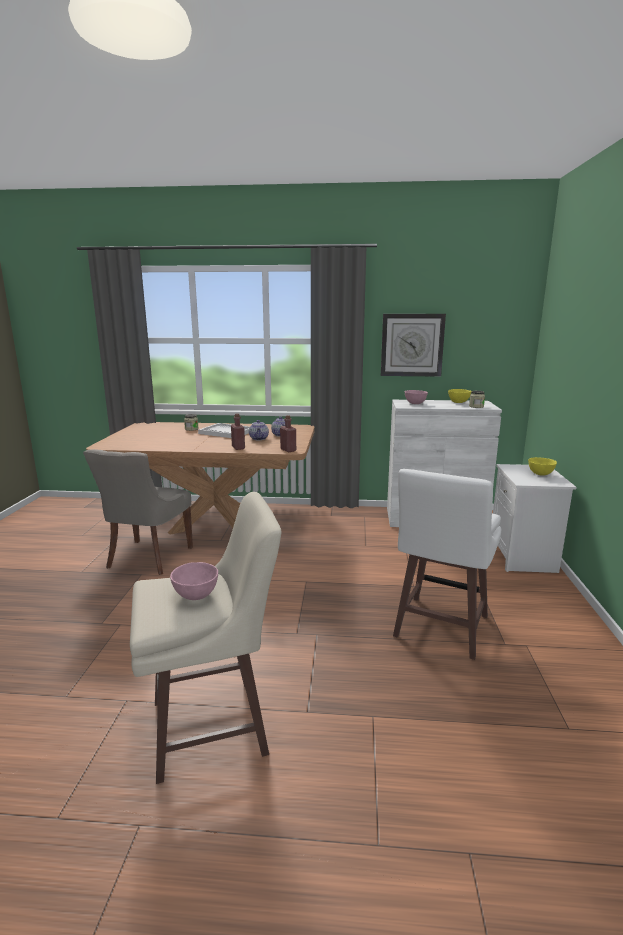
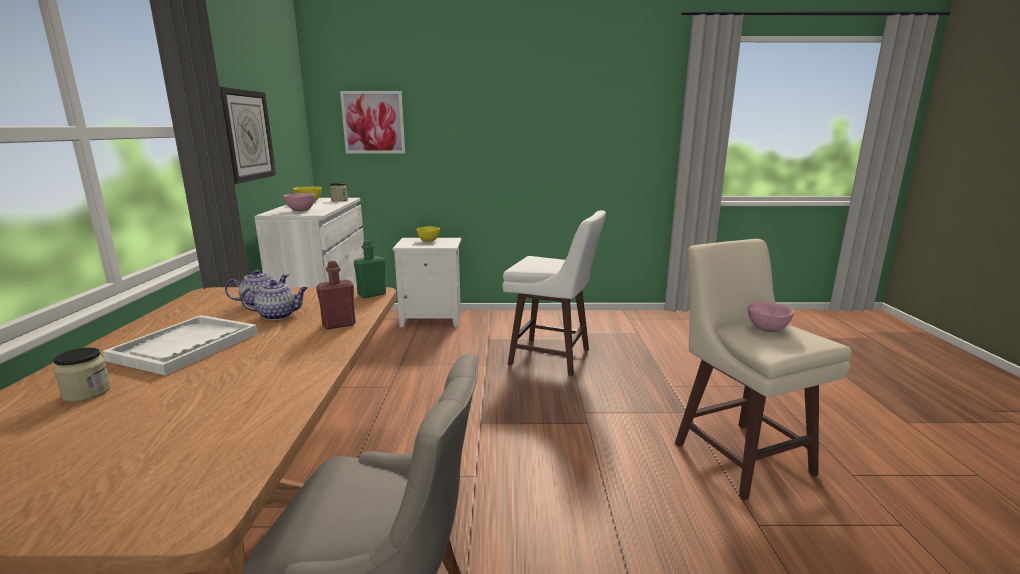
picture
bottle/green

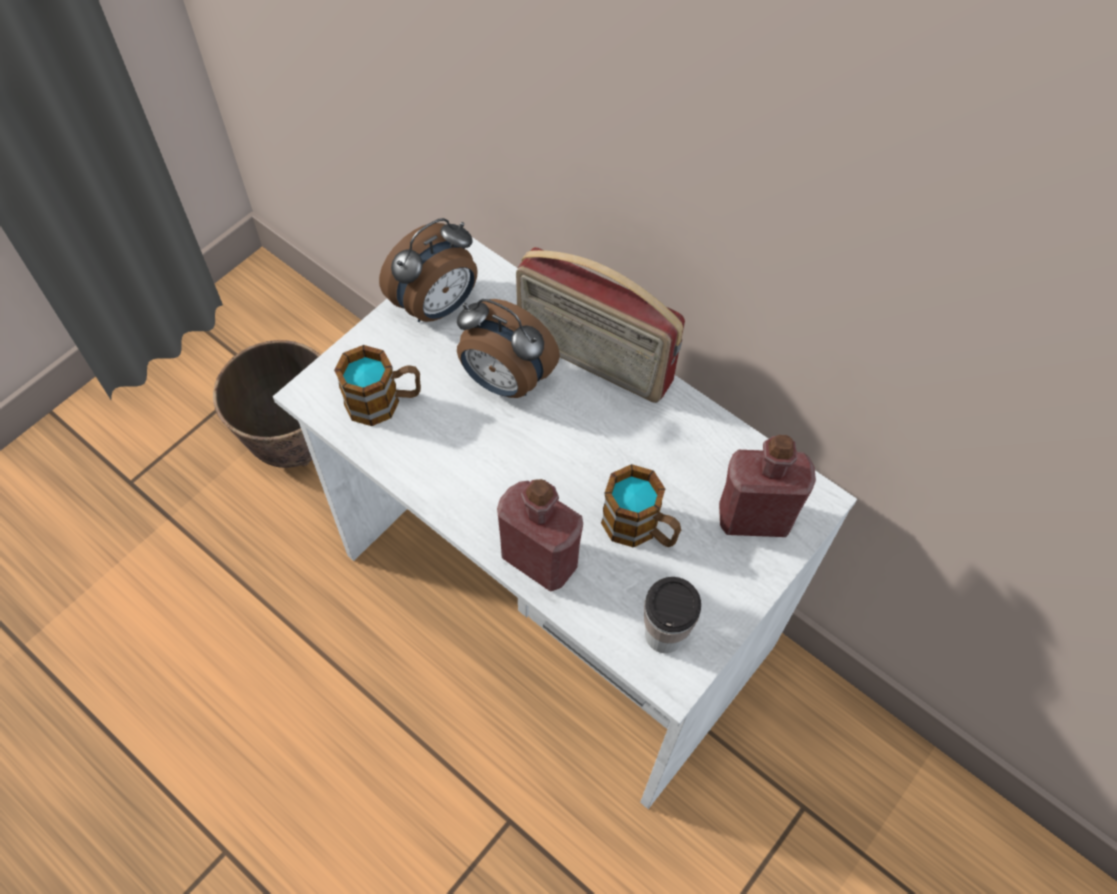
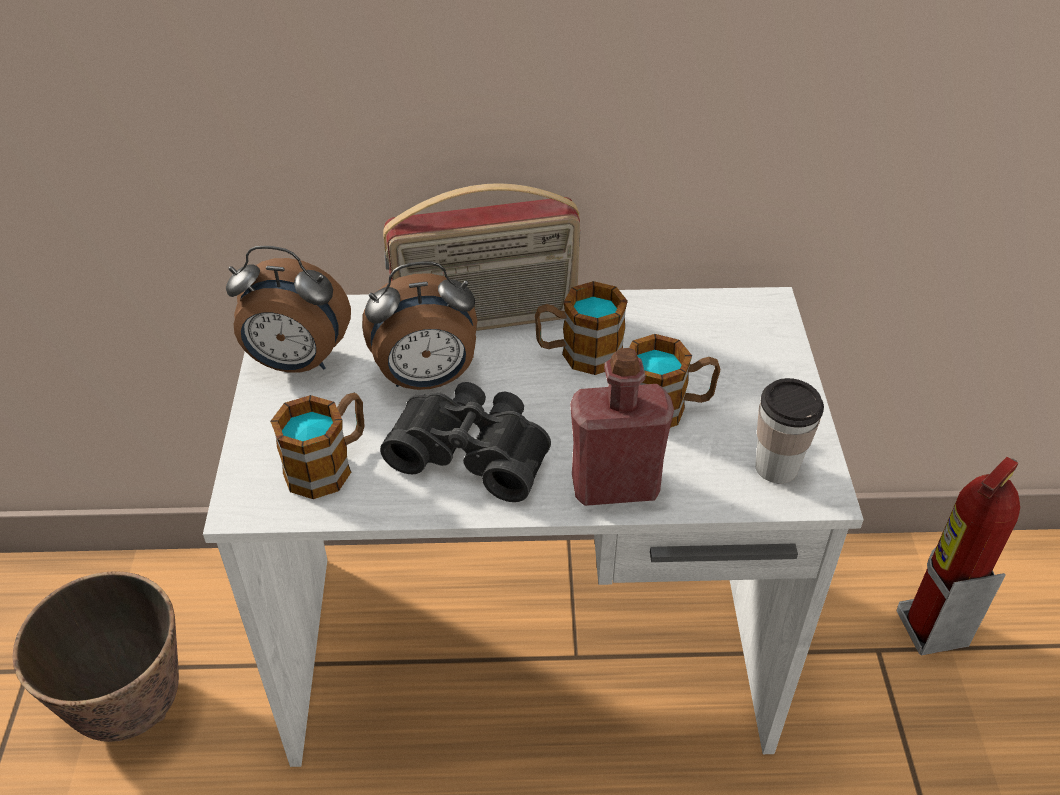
bottle/red (no. 2 from left in the first image)
binoculars/black
mug (no. 2 from left)
fire extinguisher
alarm clock (no. 1 from left)

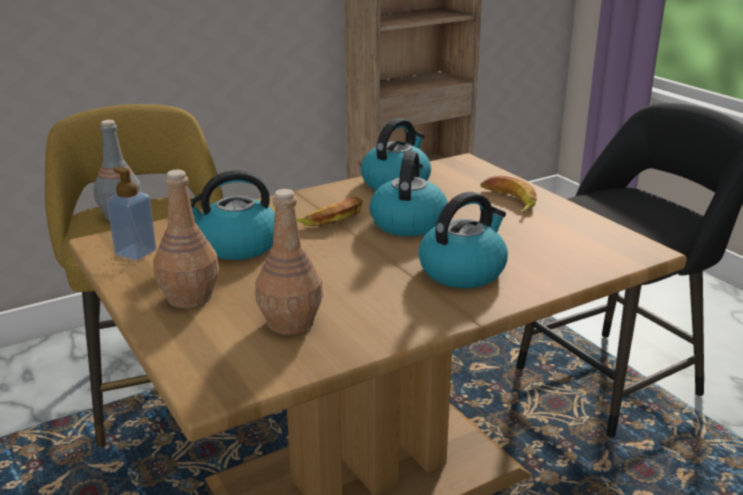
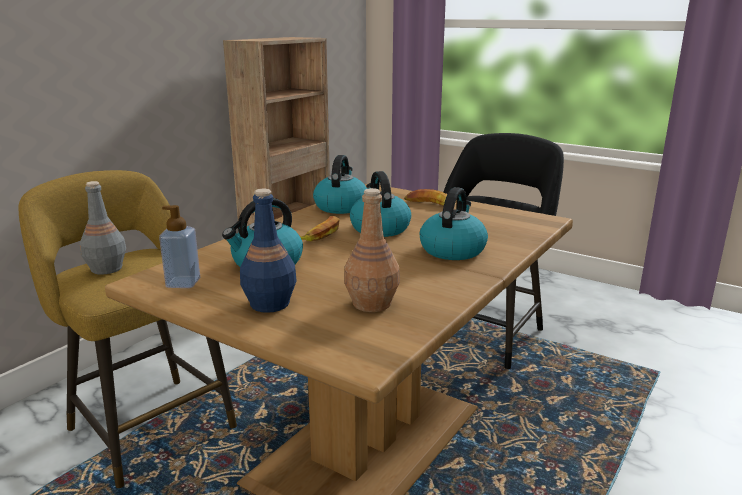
bottle/blue

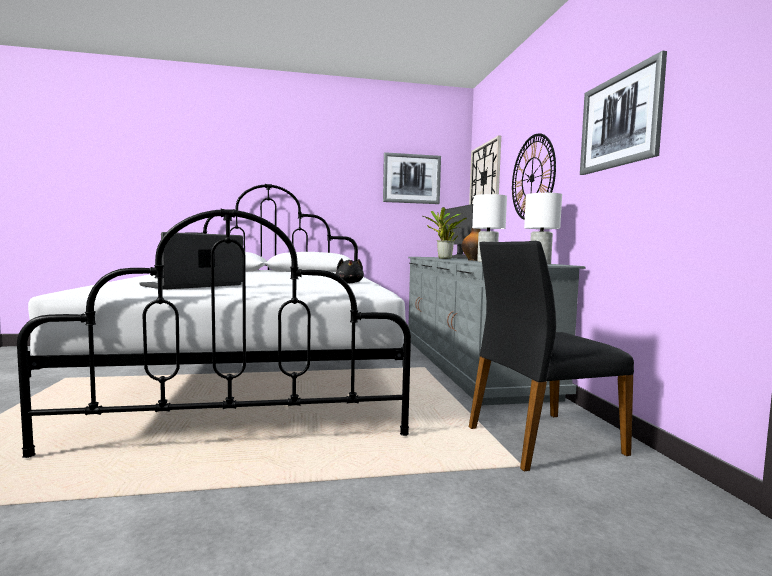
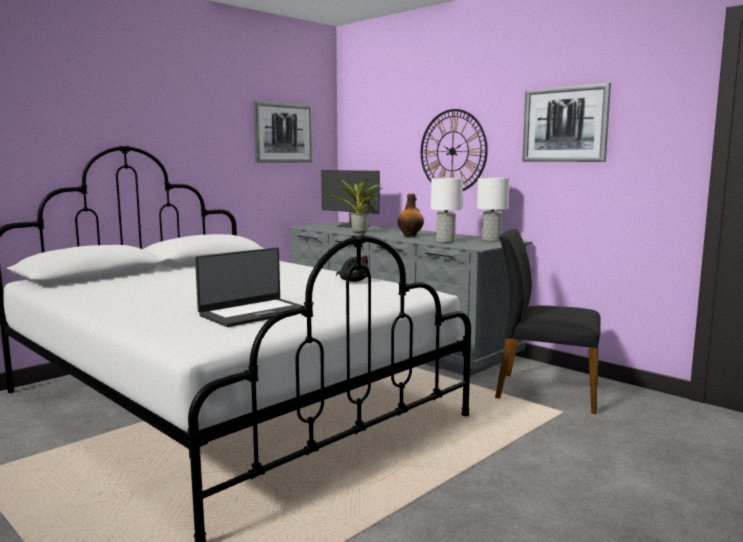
wall clock (no. 1 from left in the first image)
laptop
chair/black

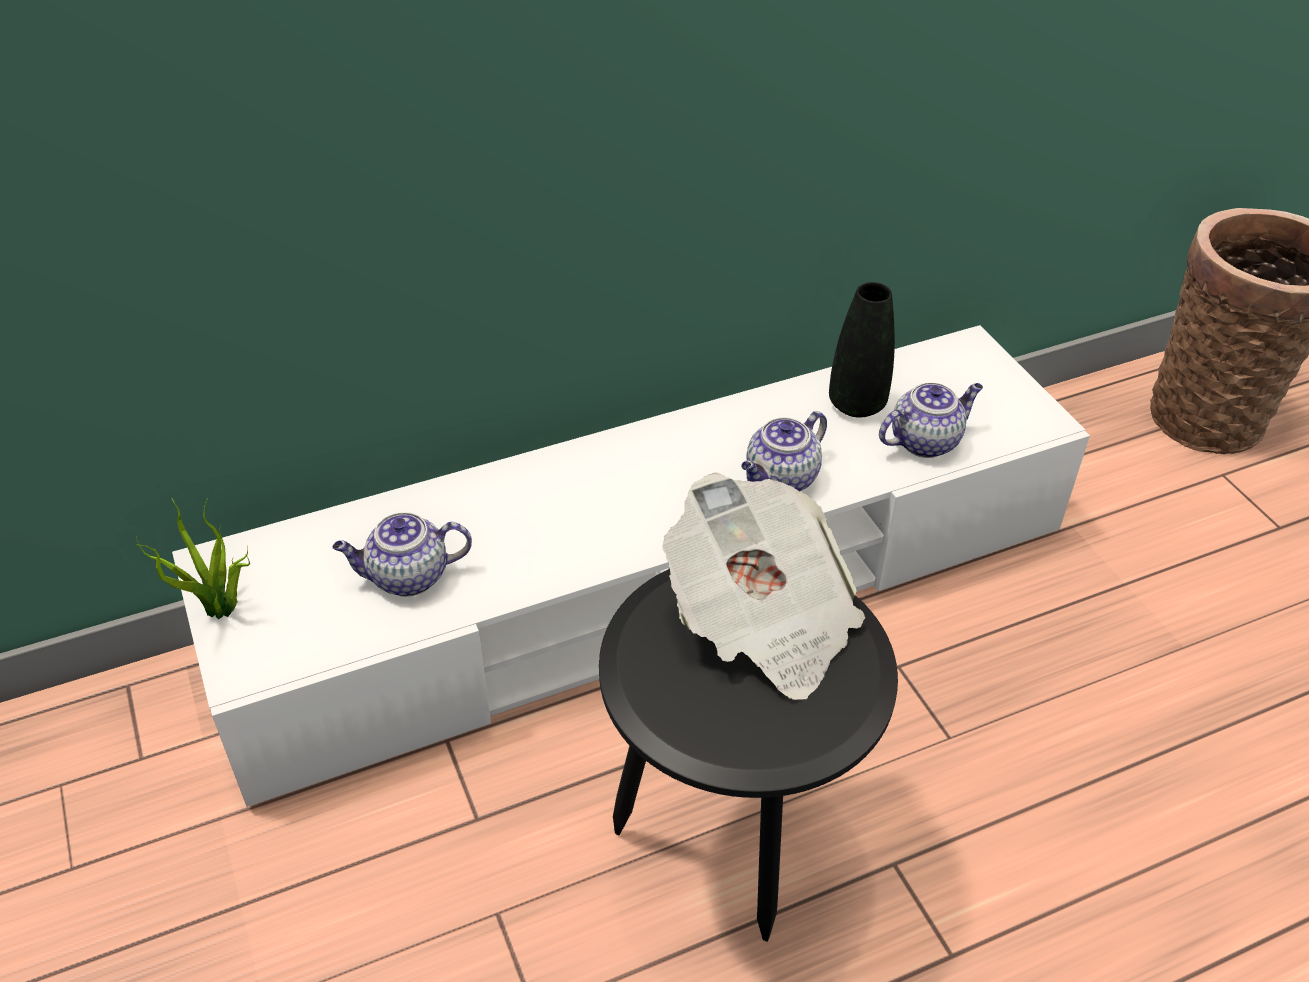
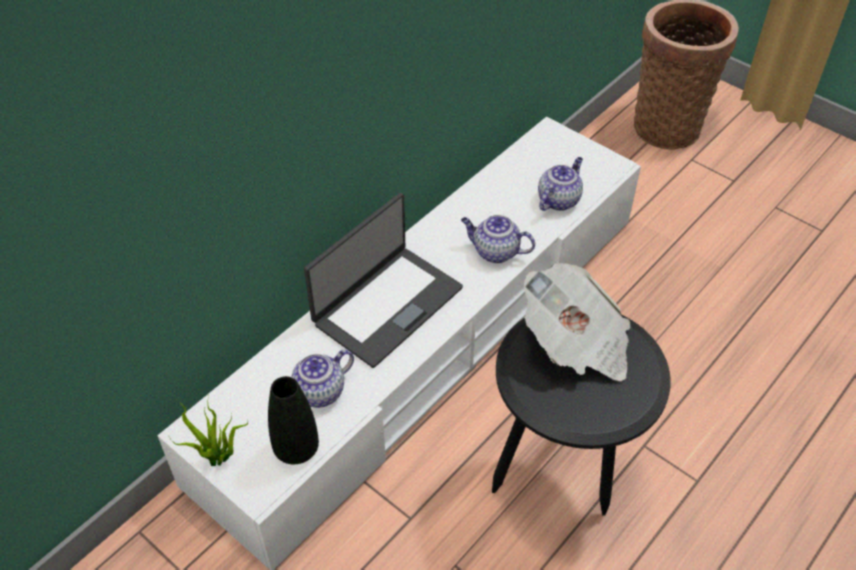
laptop
vase/black
teapot (no. 2 from left)

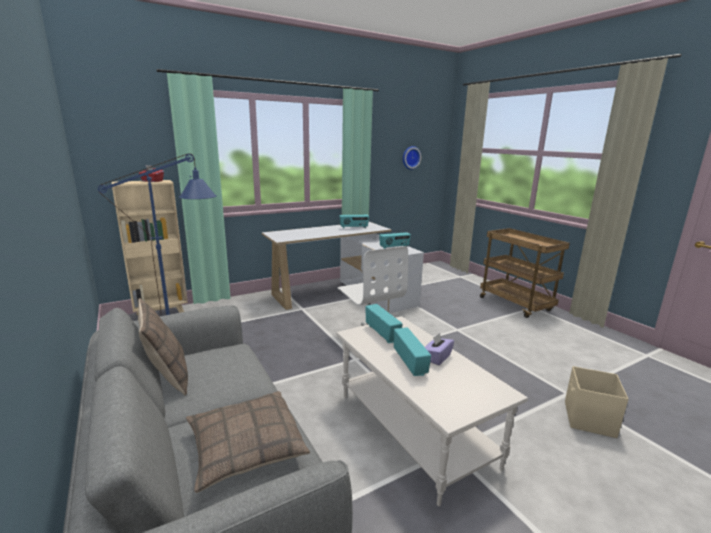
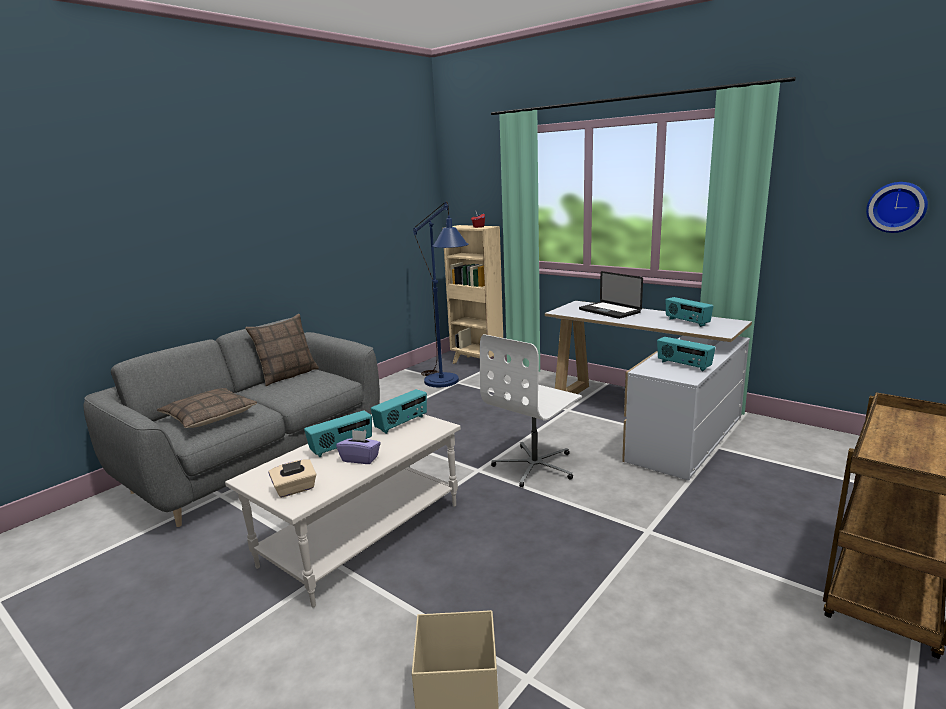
tissue box/beige
laptop

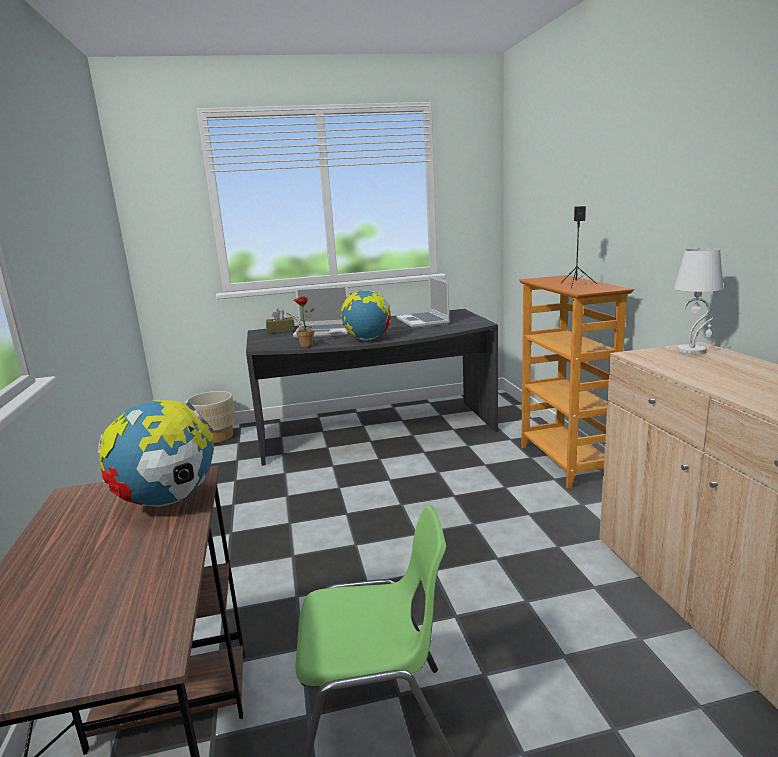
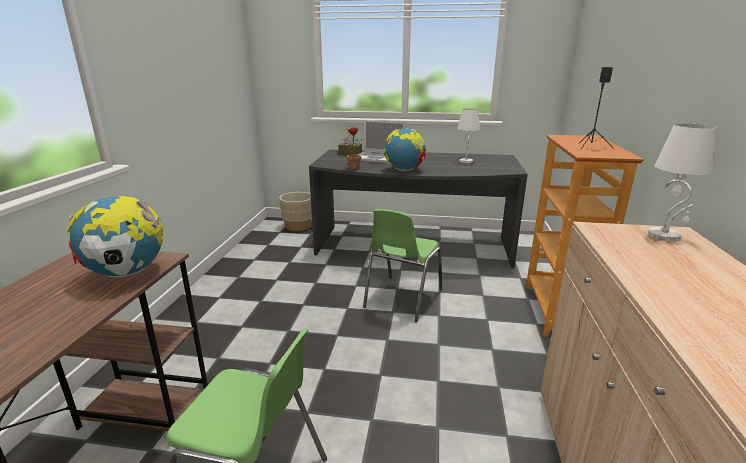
chair/green (no. 2 from left)
table lamp/white (no. 1 from left)

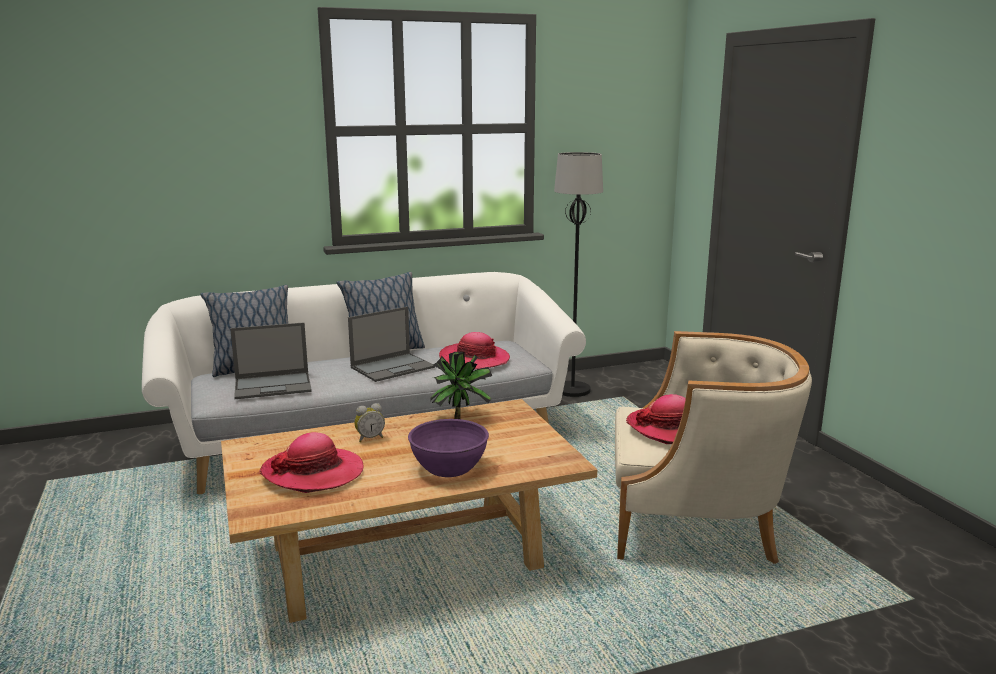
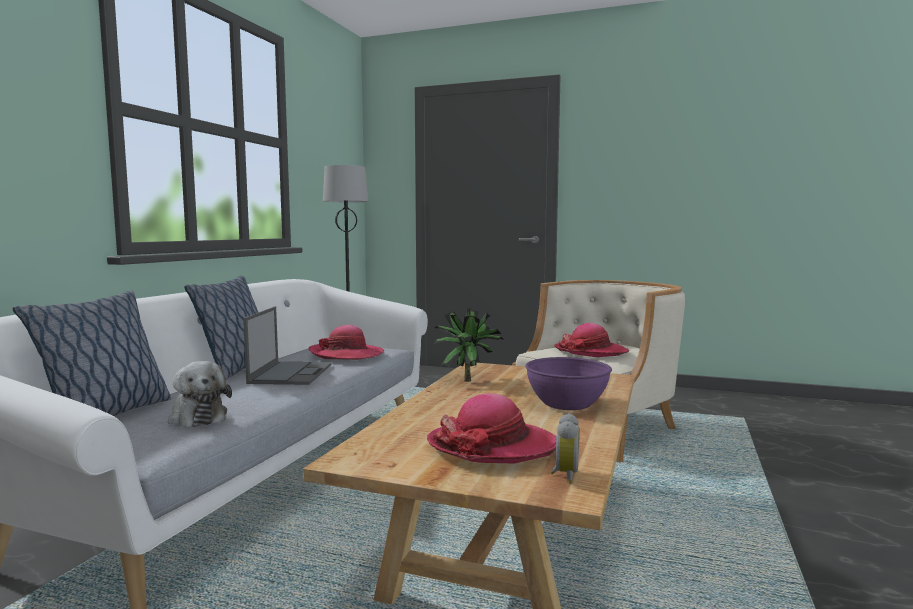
alarm clock
plush toy

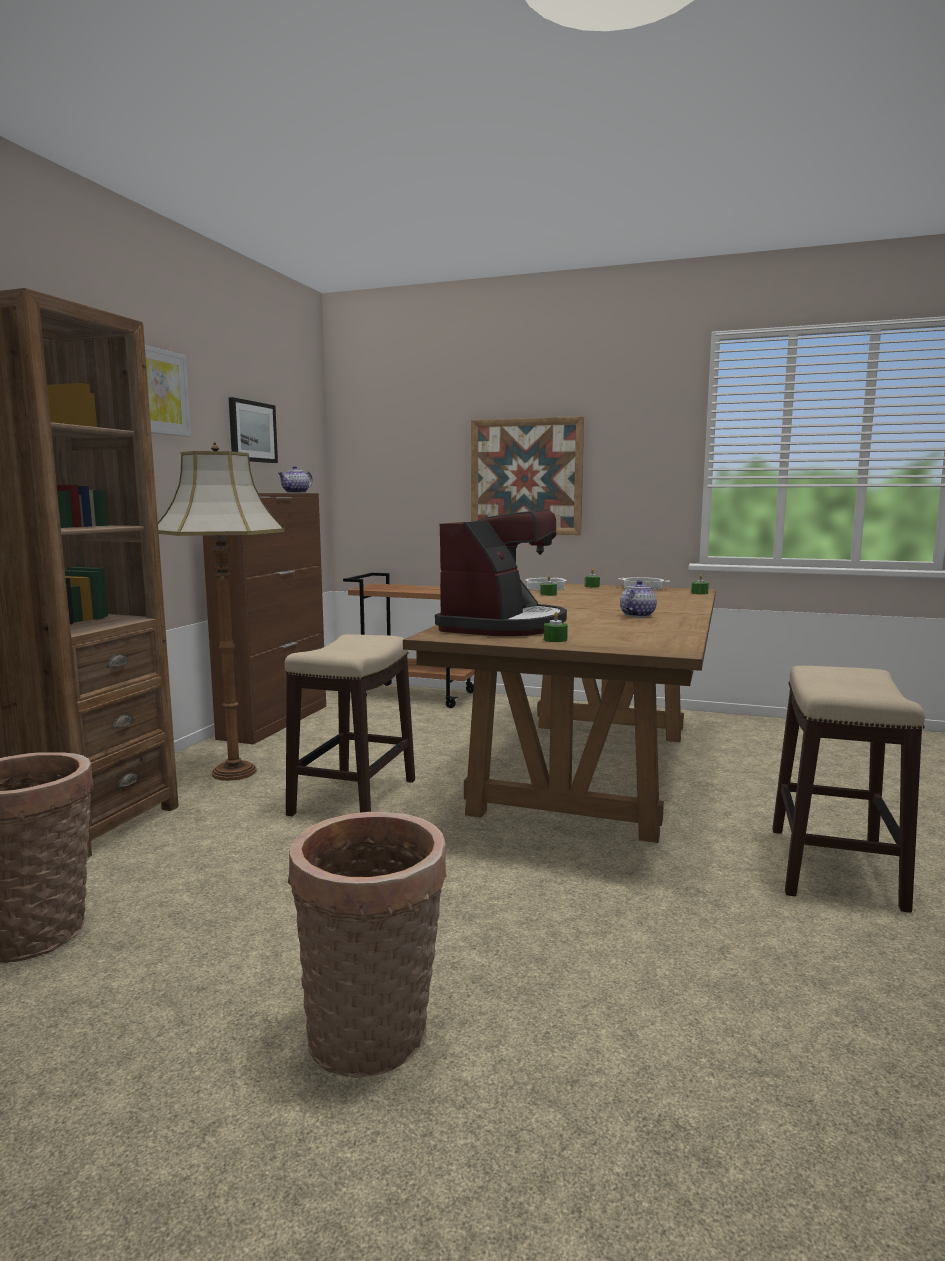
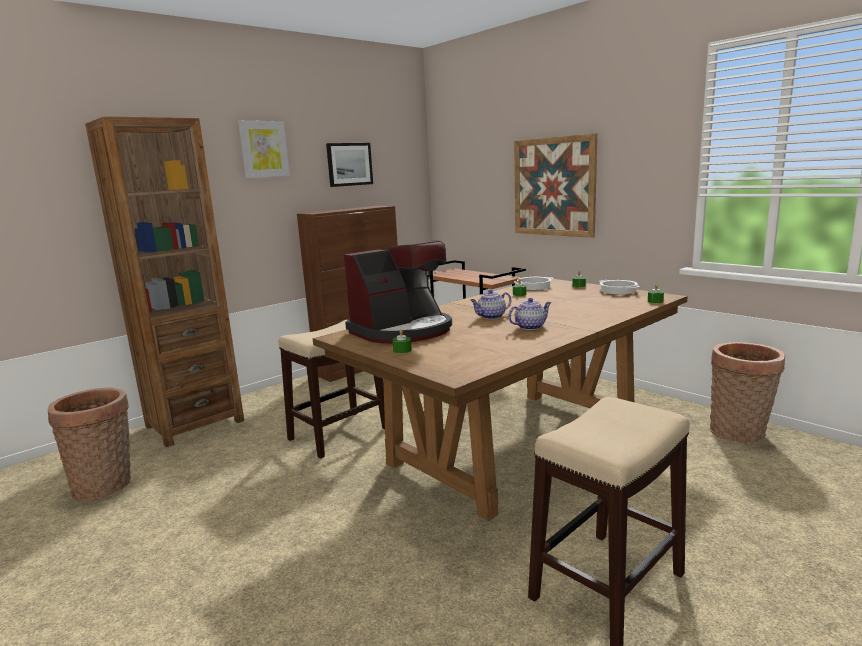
floor lamp
teapot (no. 1 from left)
basket (no. 2 from left)

